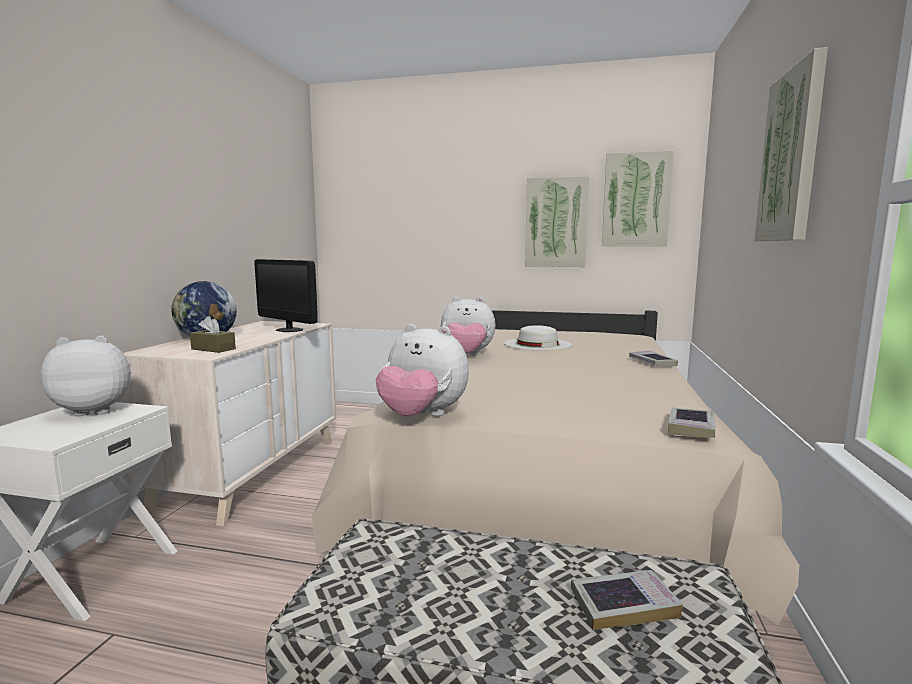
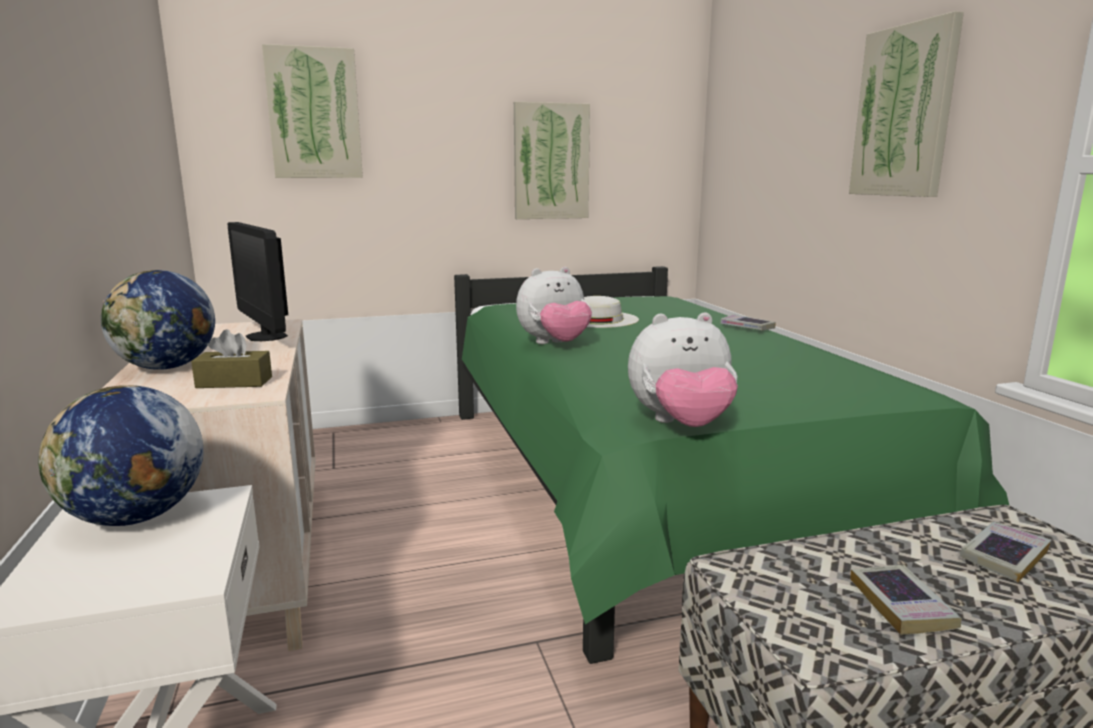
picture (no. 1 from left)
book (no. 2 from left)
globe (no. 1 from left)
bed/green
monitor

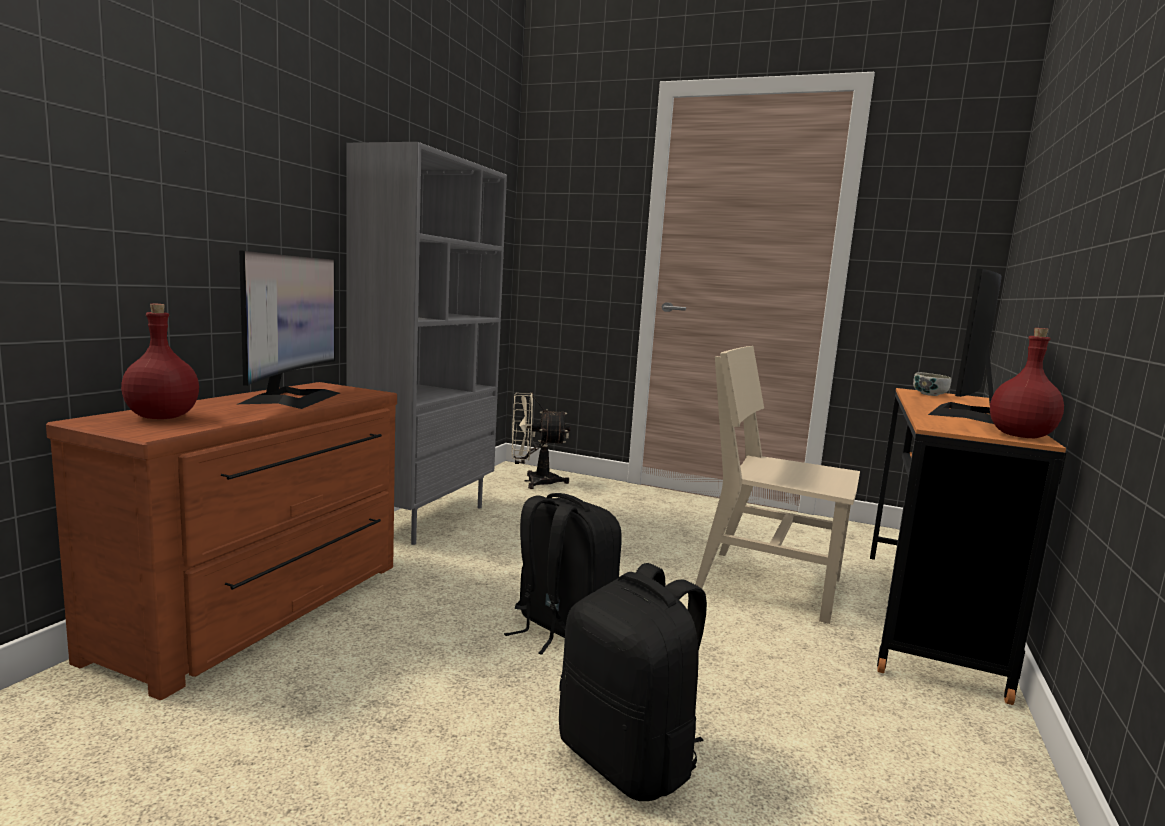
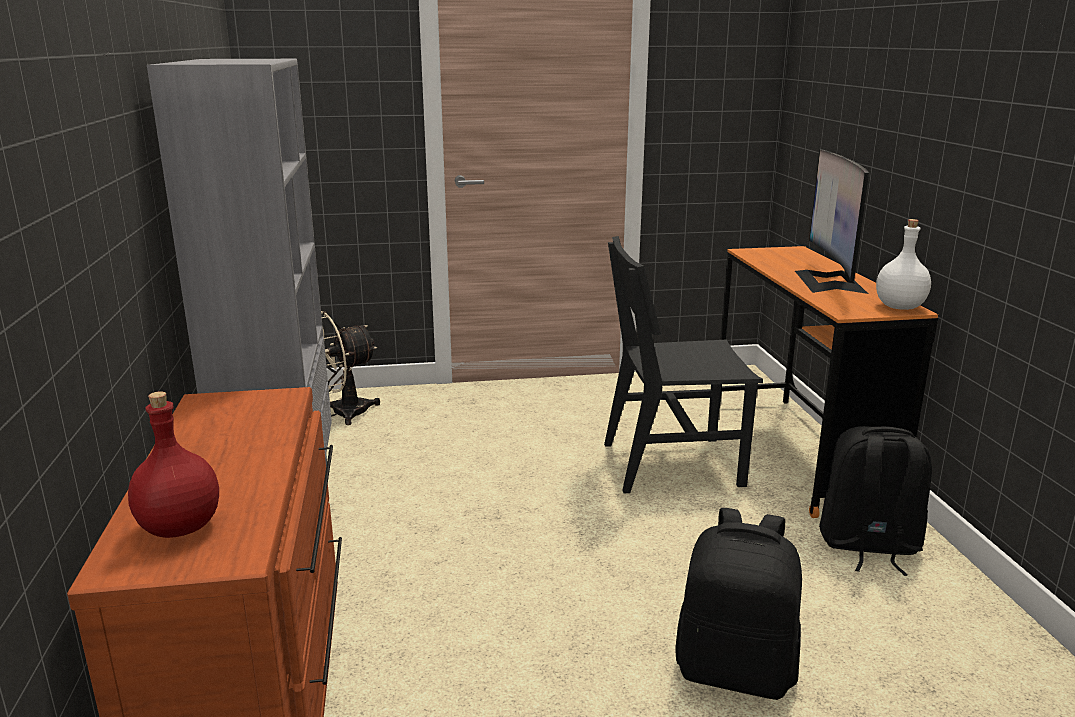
monitor (no. 1 from left in the first image)
bowl
backpack/black (no. 2 from left)
chair/black
bottle/white

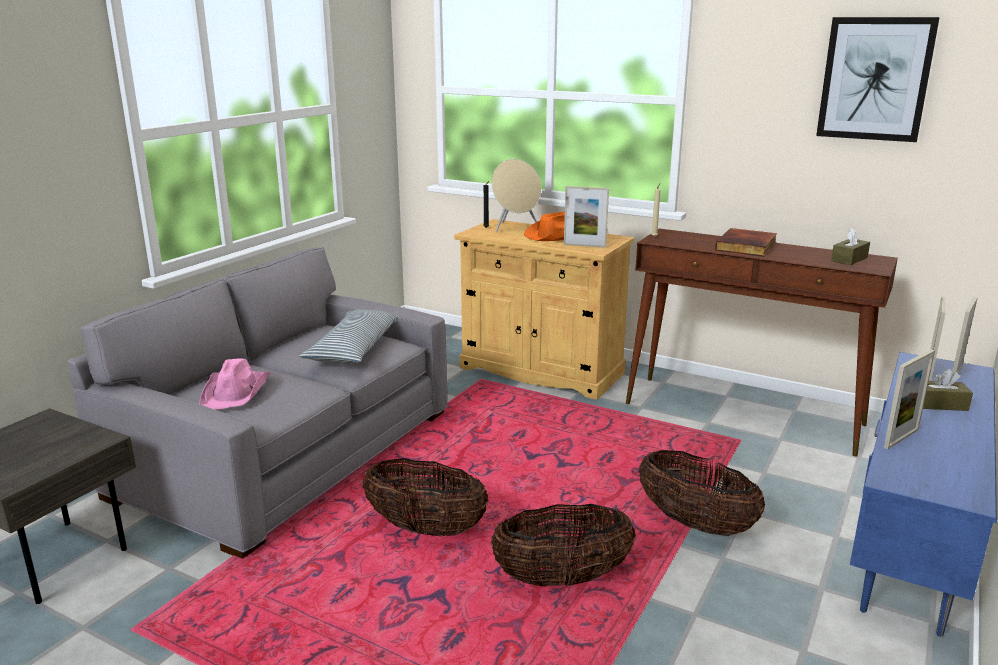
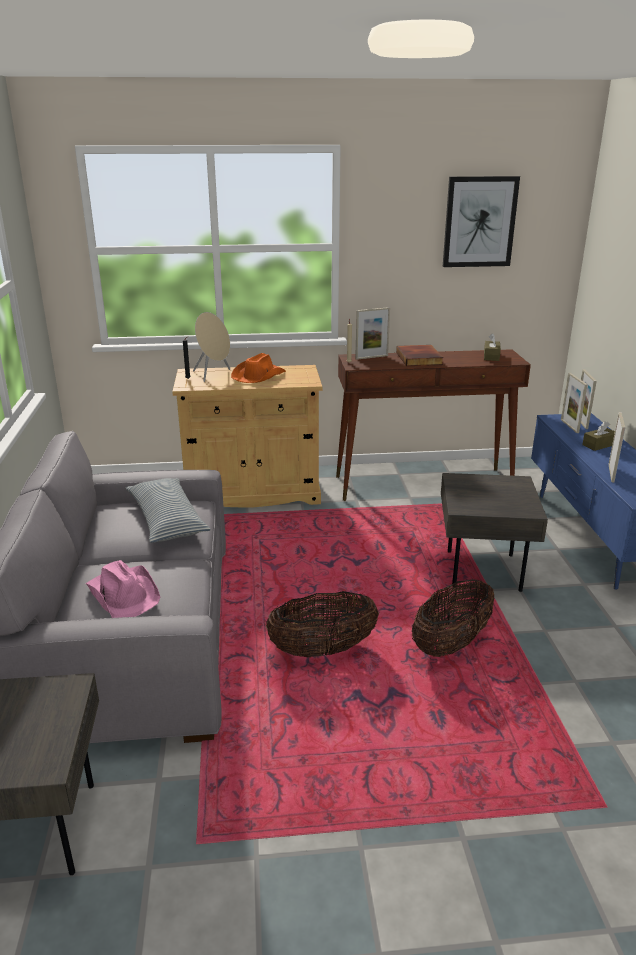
picture frame (no. 1 from left)
side table/grey (no. 2 from left)

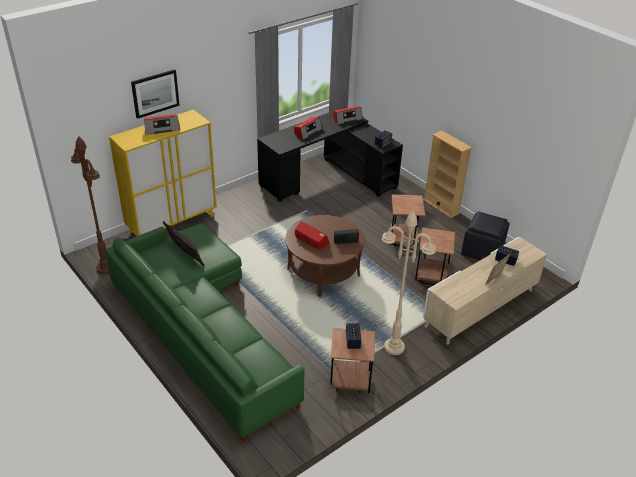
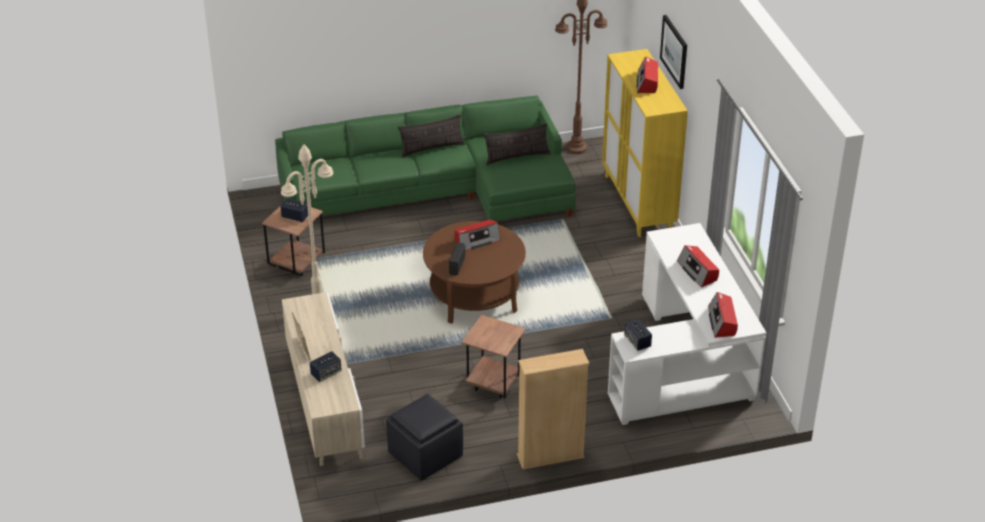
side table/brown (no. 3 from left in the first image)
pillow (no. 1 from left)
desk/white

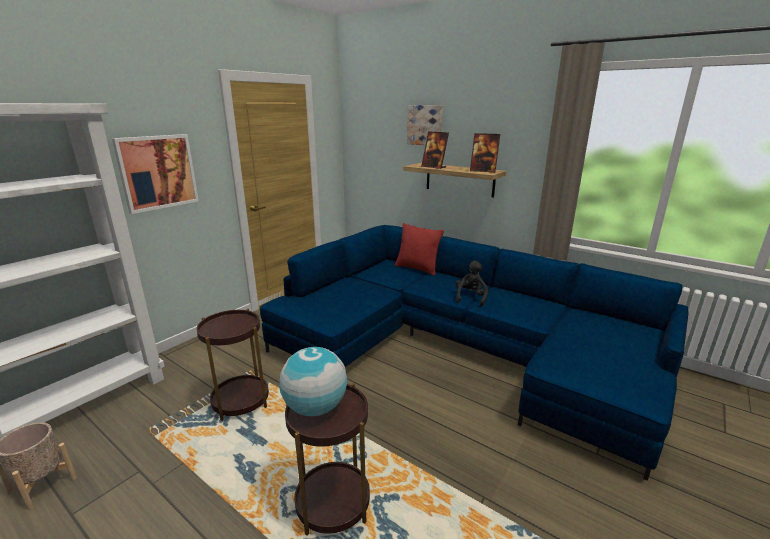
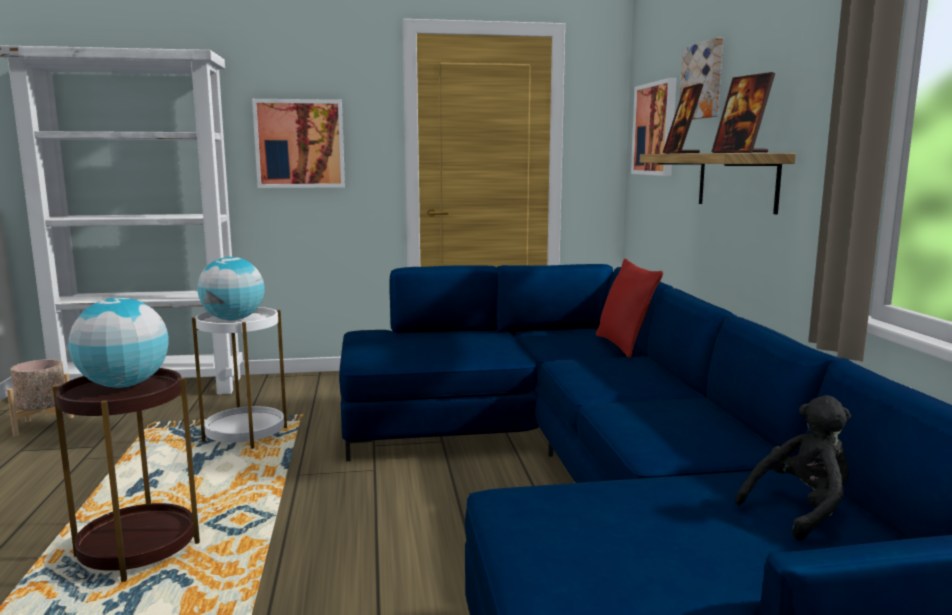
globe (no. 2 from left)
picture (no. 2 from left)
plush toy/black
side table/white

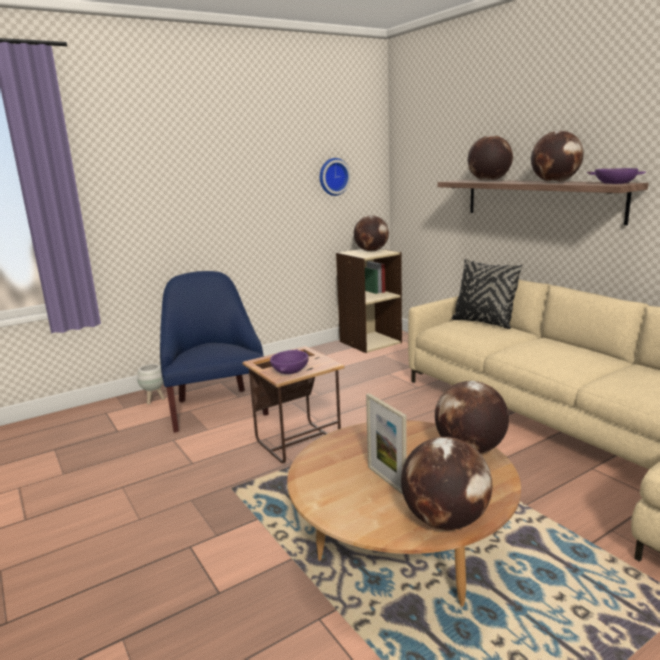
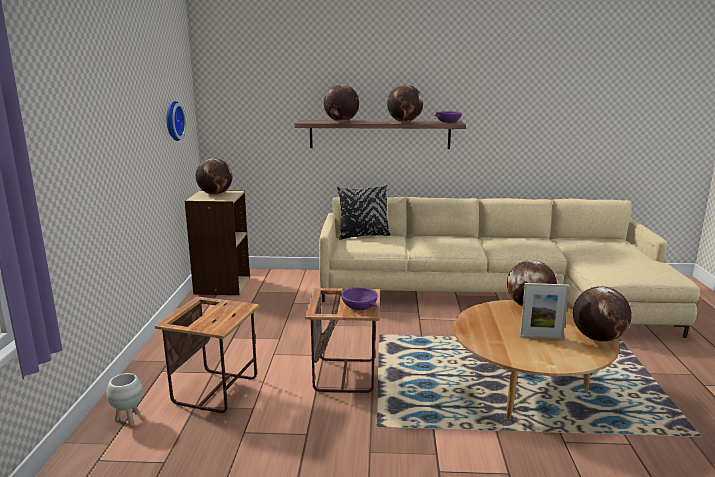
side table (no. 1 from left)

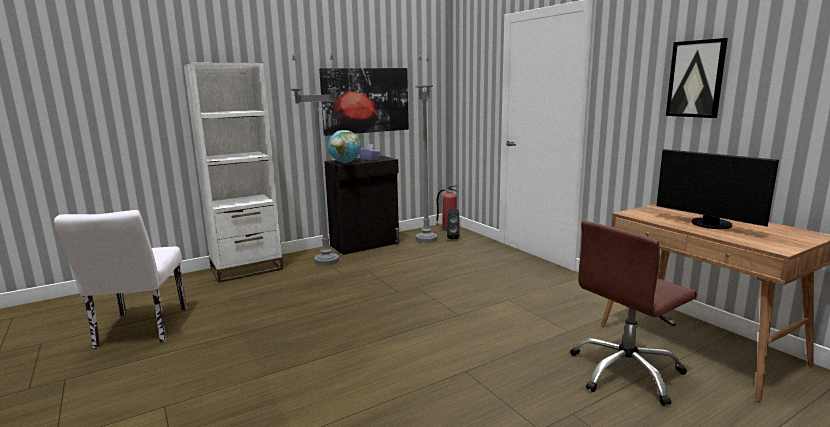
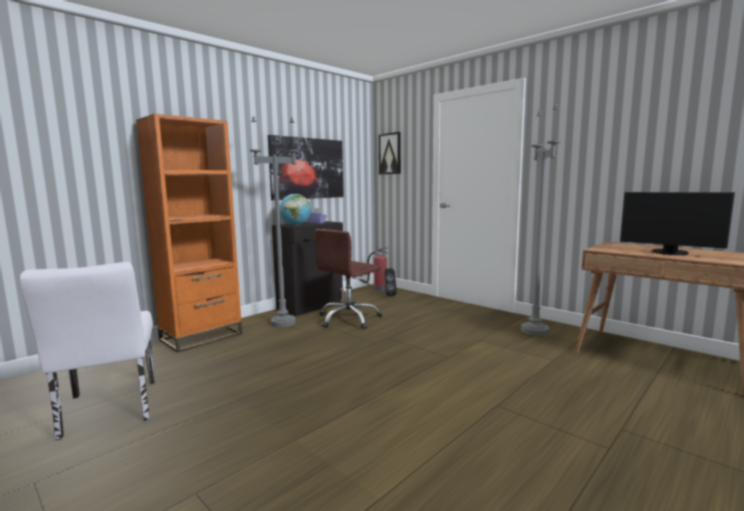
floor lamp/grey (no. 2 from left)
office chair/brown
picture (no. 2 from left)
bookcase/orange

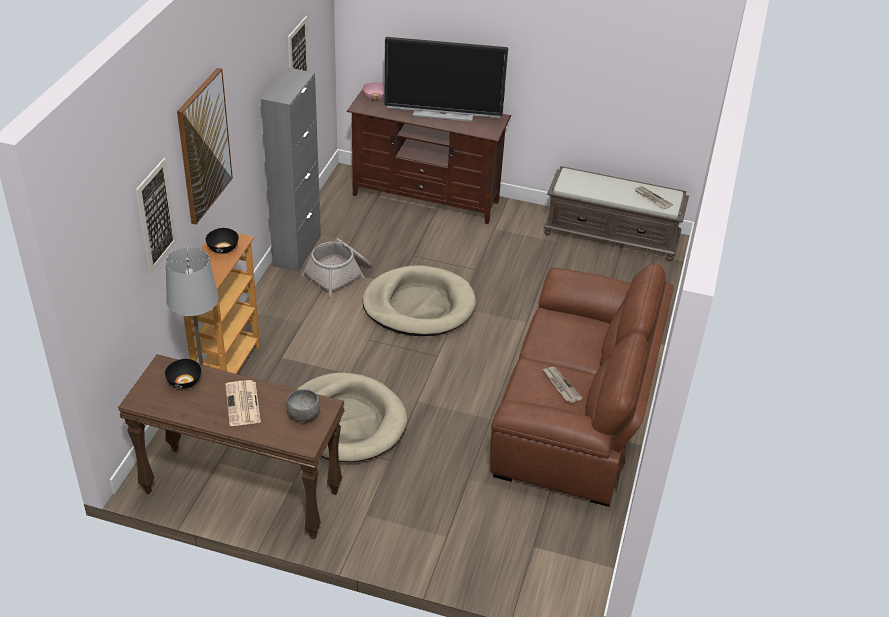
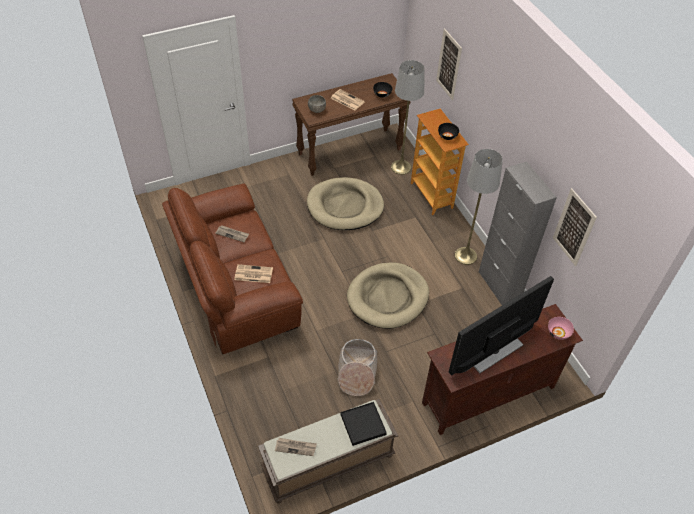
picture (no. 2 from left in the first image)
newspaper (no. 2 from left)
tray/black
floor lamp/grey (no. 2 from left)
basket

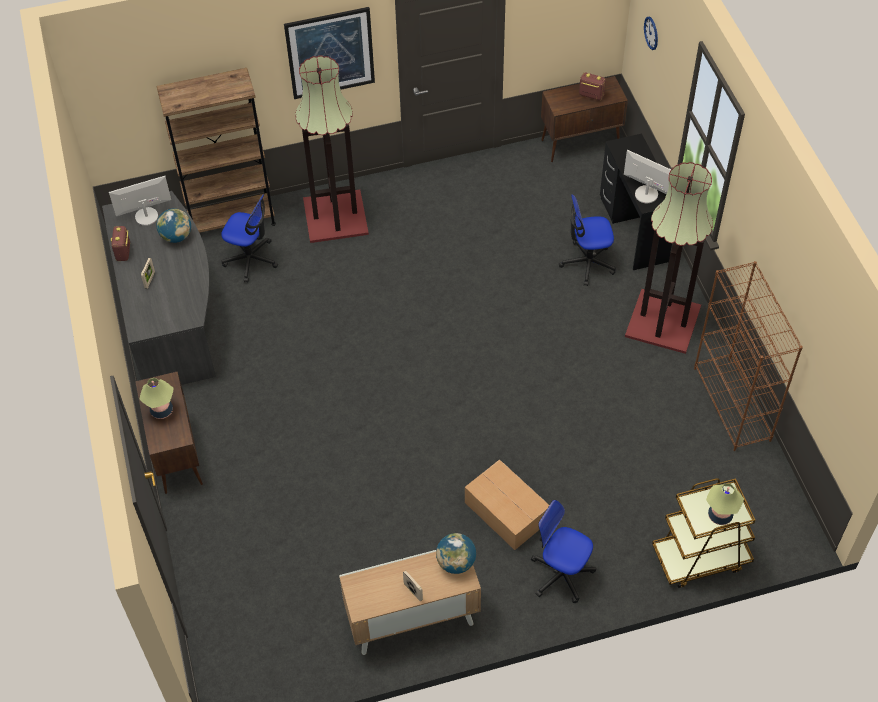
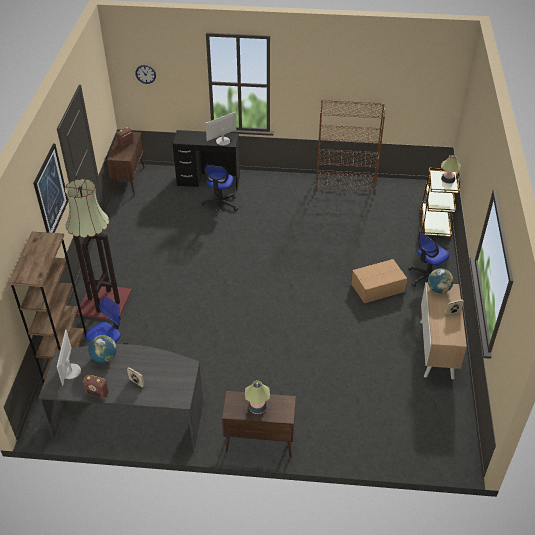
floor lamp (no. 2 from left in the first image)

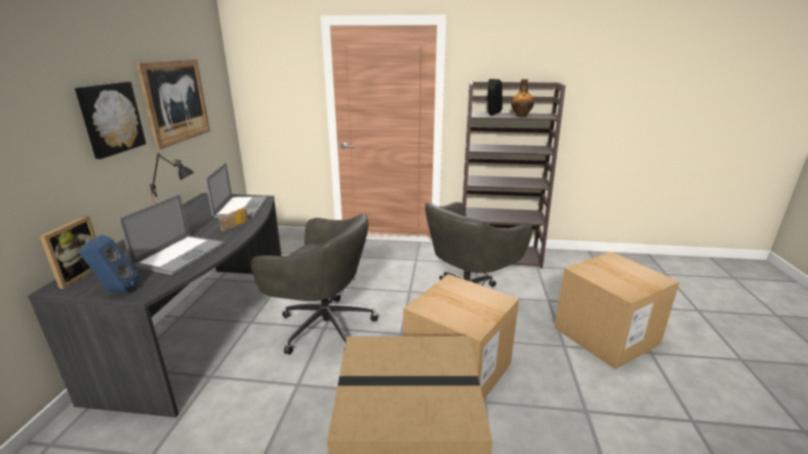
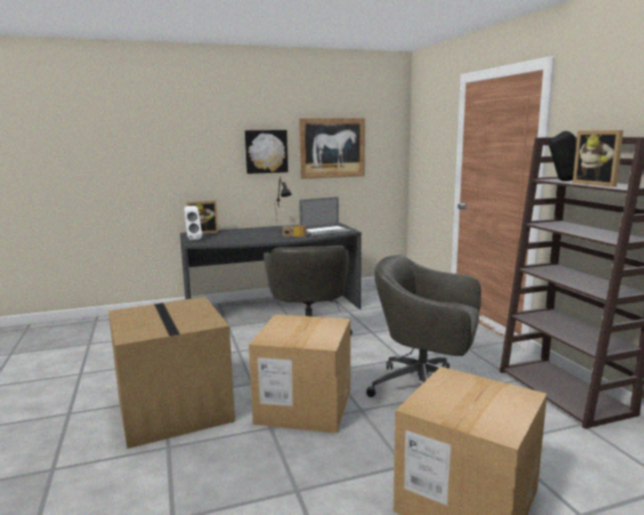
laptop (no. 1 from left in the first image)
picture frame (no. 2 from left)
speaker/white

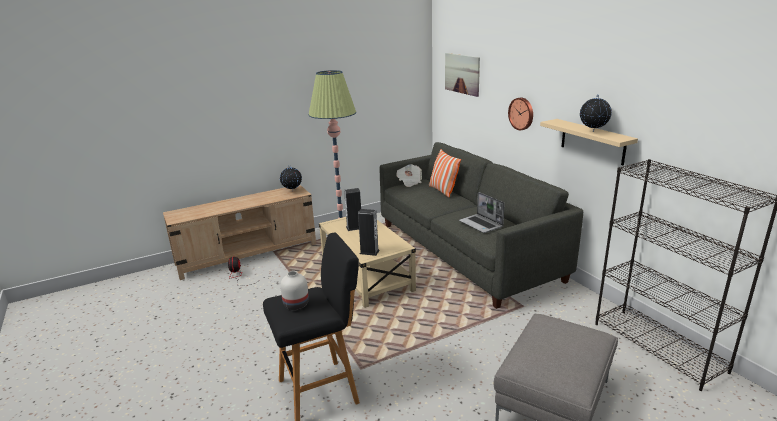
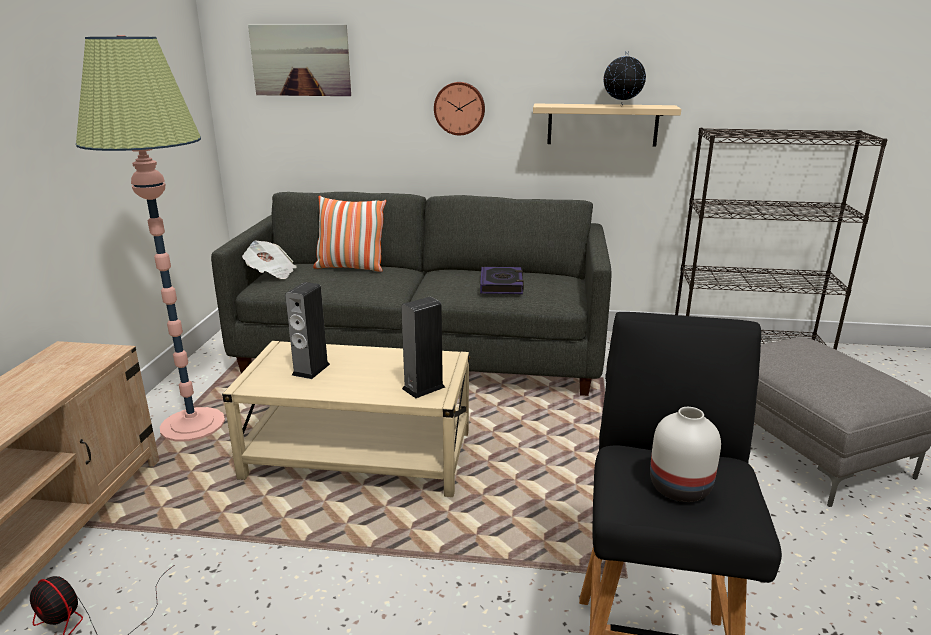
globe (no. 1 from left in the first image)
book

